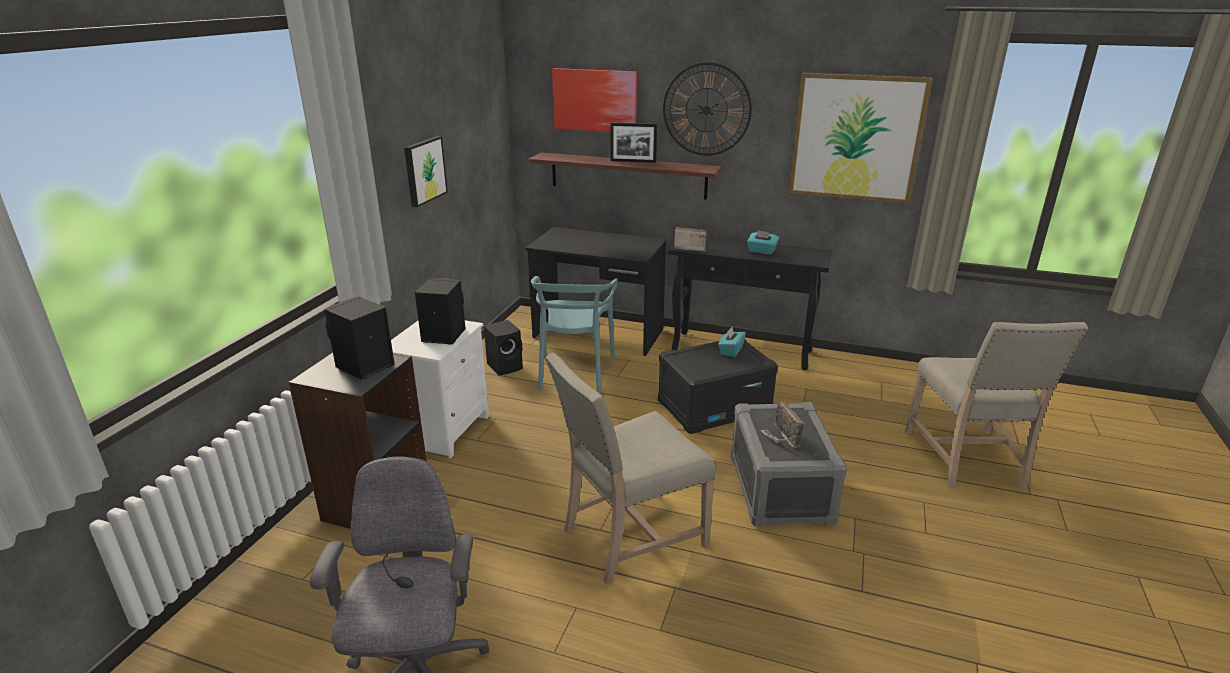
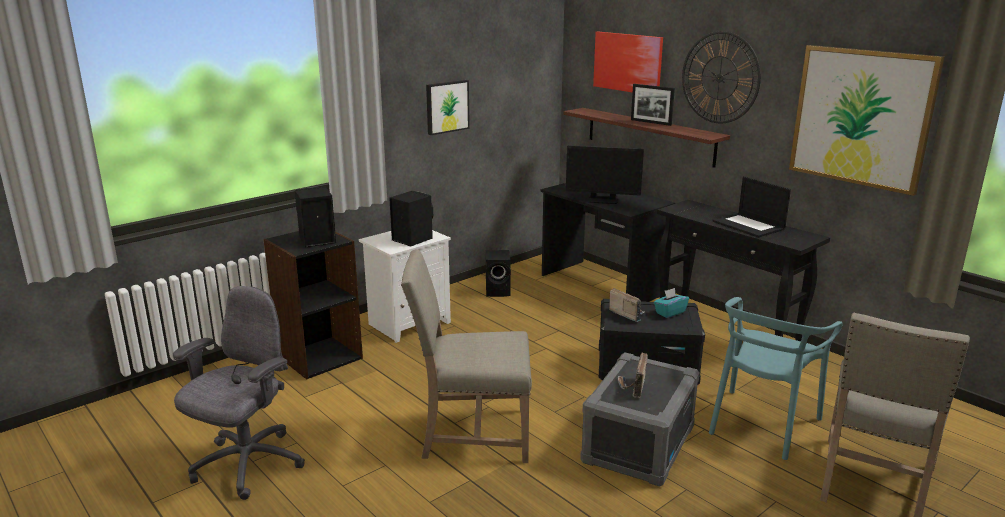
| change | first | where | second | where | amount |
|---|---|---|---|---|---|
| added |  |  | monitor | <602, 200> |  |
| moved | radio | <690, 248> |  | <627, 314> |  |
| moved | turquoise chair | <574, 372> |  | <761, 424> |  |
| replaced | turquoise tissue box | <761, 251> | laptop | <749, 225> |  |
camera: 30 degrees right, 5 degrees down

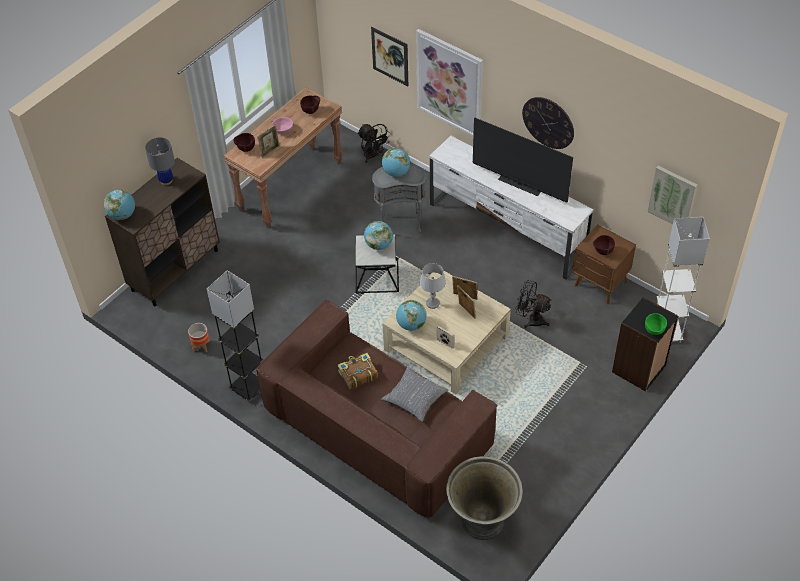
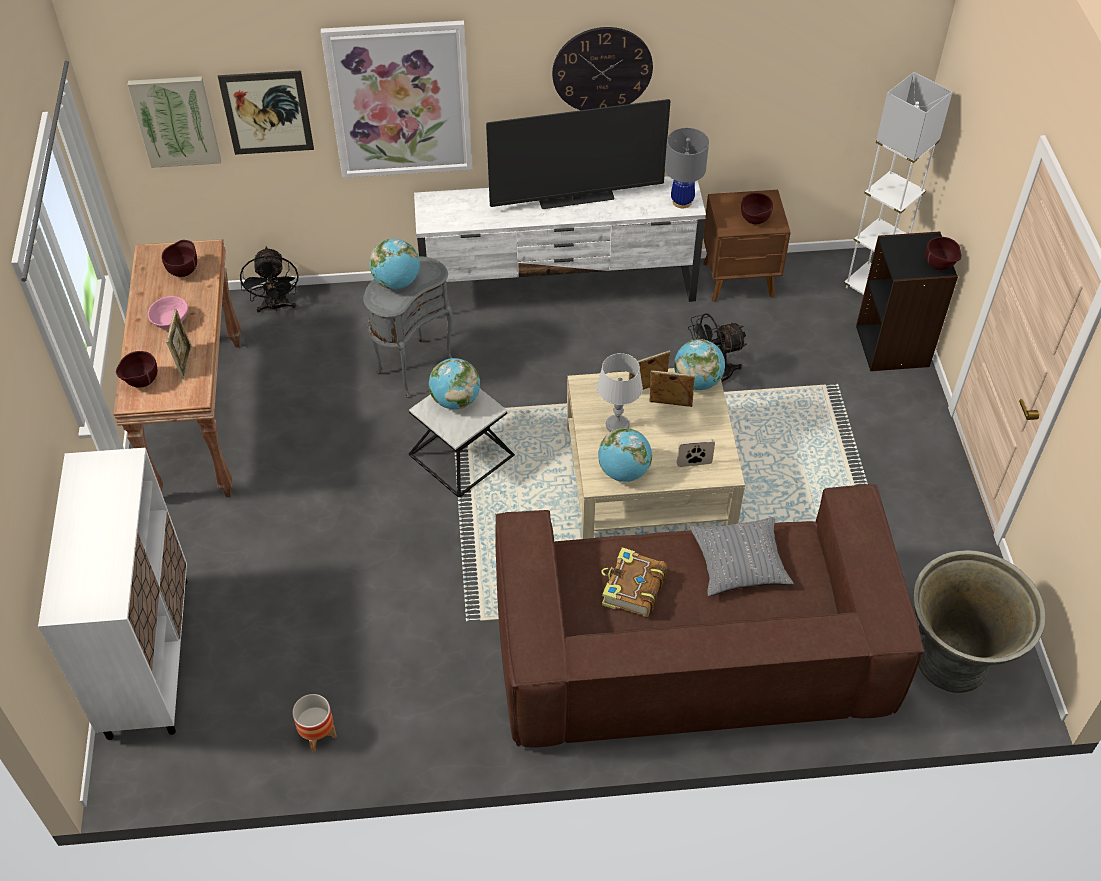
| change | first | where | second | where | amount |
|---|---|---|---|---|---|
| recoloured | brown cabinet | <175, 270> | white cabinet | <148, 655> |  |
| moved | picture | <672, 197> |  | <176, 121> |  |
| turned | black fan | <373, 156> |  | <276, 307> | 75 degrees clockwise |
| moved | grey table lamp | <166, 180> |  | <682, 201> |  |
| moved | globe | <122, 215> |  | <697, 381> |  |
| recoloured | green bowl | <653, 332> | brown bowl | <939, 267> |  |
| removed | grey floor lamp | <249, 388> |  |  |  |
camera: 45 degrees left, 0 degrees up

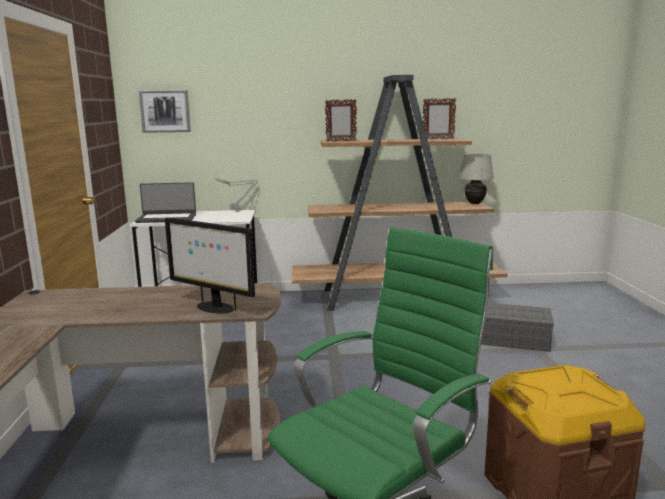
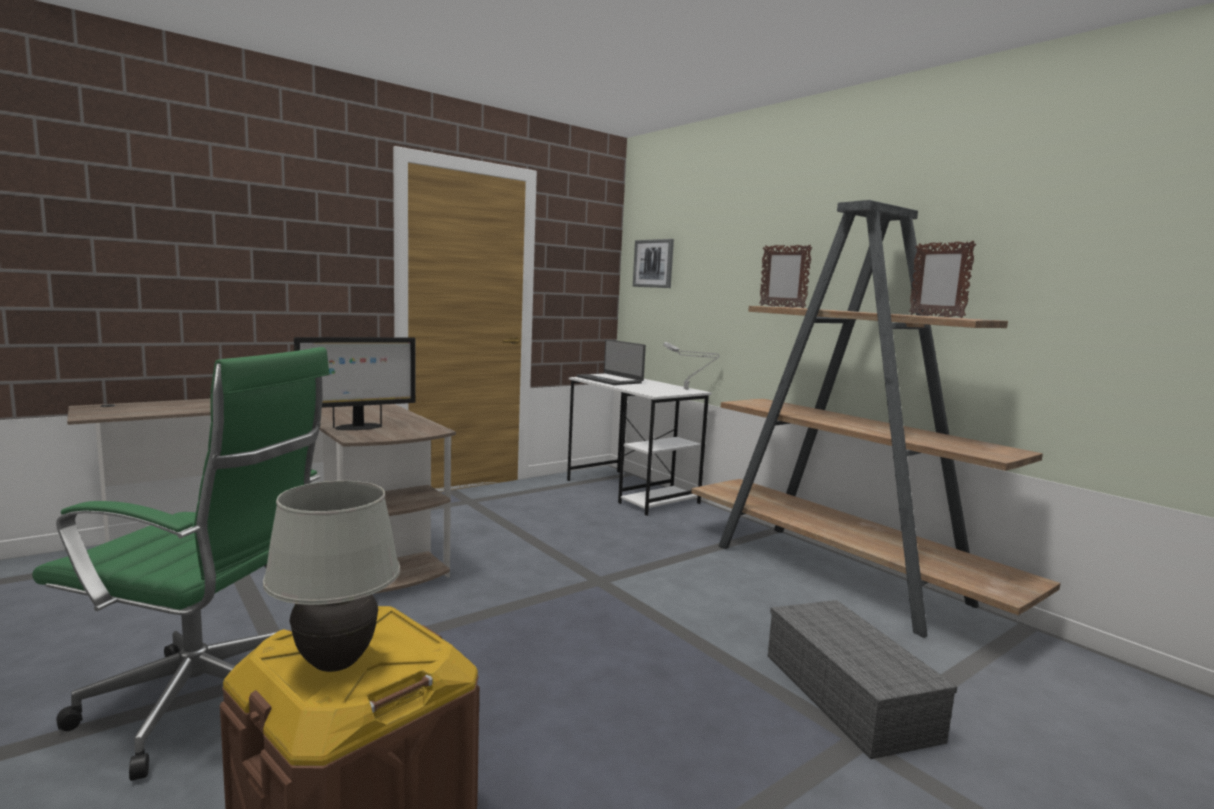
| change | first | where | second | where | amount |
|---|---|---|---|---|---|
| moved | white table lamp | <474, 203> |  | <335, 664> |  |
| turned | monitor | <214, 308> |  | <358, 427> | 120 degrees counterclockwise |
camera: 55 degrees right, 5 degrees down

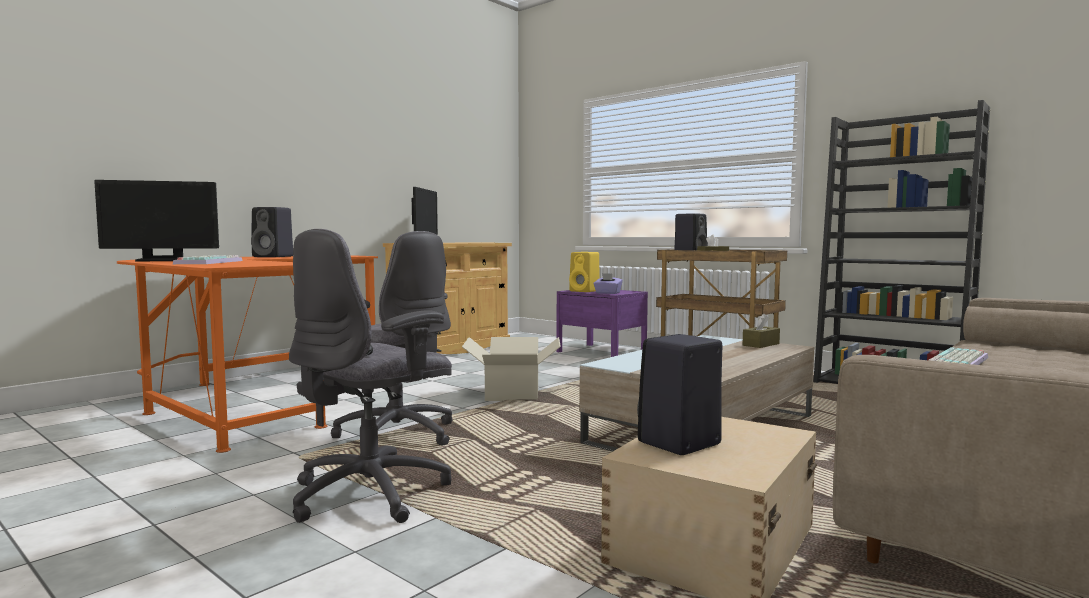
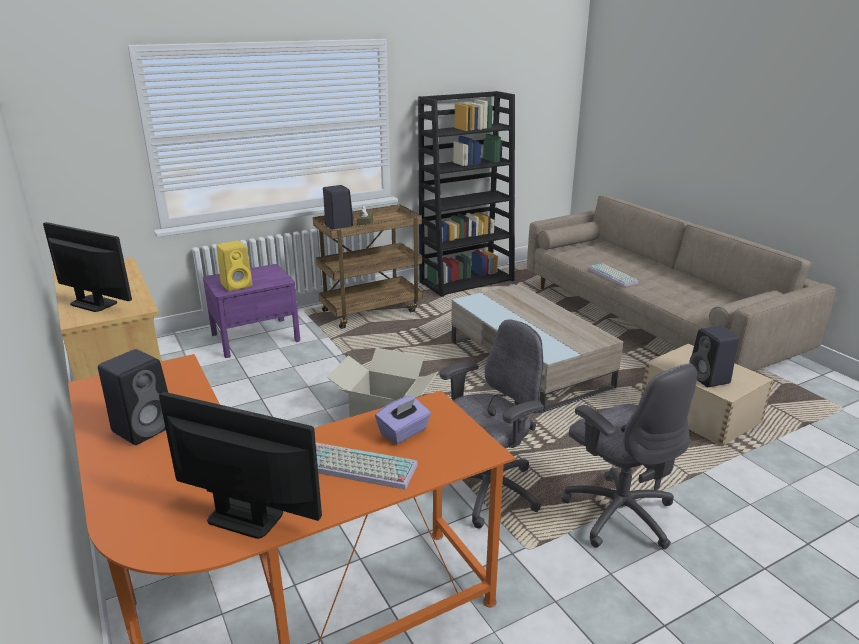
| change | first | where | second | where | amount |
|---|---|---|---|---|---|
| turned | monitor | <162, 260> |  | <245, 517> | 75 degrees counterclockwise |
| moved | purple tissue box | <607, 293> |  | <404, 432> |  |
| removed | brown tissue box | <761, 344> |  |  |  |
camera: 70 degrees left, 20 degrees up

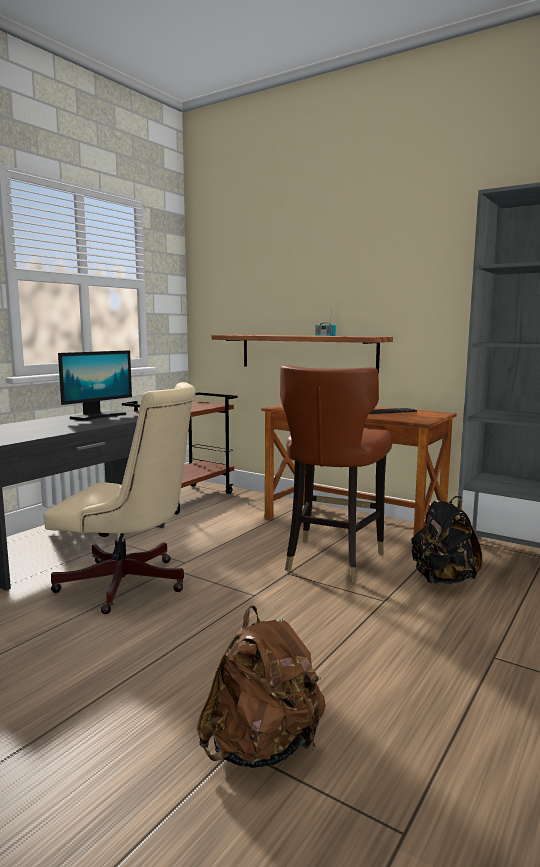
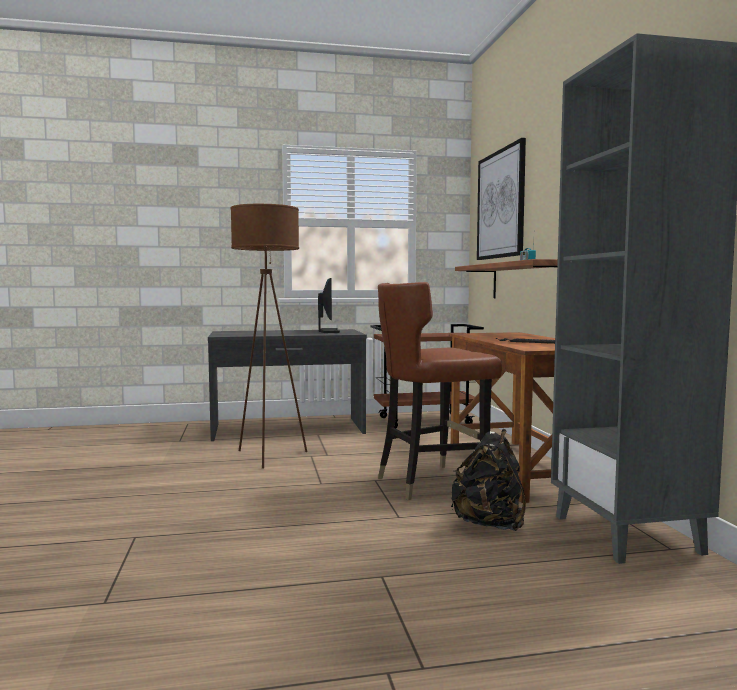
| change | first | where | second | where | amount |
|---|---|---|---|---|---|
| replaced | beige office chair | <130, 585> | brown floor lamp | <269, 456> |  |
| turned | monitor | <98, 416> |  | <328, 331> | 90 degrees counterclockwise |
| added |  |  | picture | <500, 204> |  |
| removed | brown backpack | <262, 747> |  |  |  |
camera: 45 degrees right, 5 degrees down

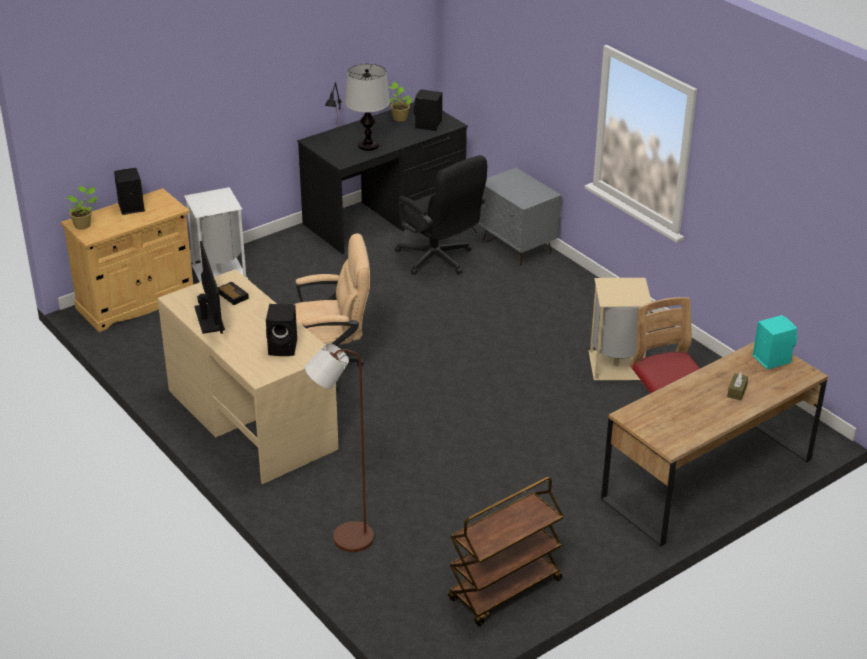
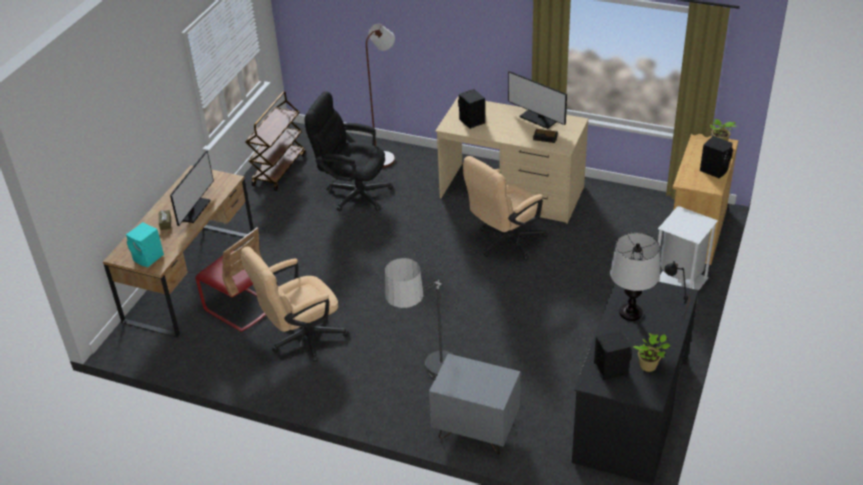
| change | first | where | second | where | amount |
|---|---|---|---|---|---|
| added |  |  | monitor | <194, 210> |  |
| replaced | beige trash can | <617, 366> | beige office chair | <301, 339> |  |
| moved | black office chair | <439, 261> |  | <353, 193> |  |
| added |  |  | floor lamp | <428, 383> |  |
camera: 150 degrees right, 5 degrees up

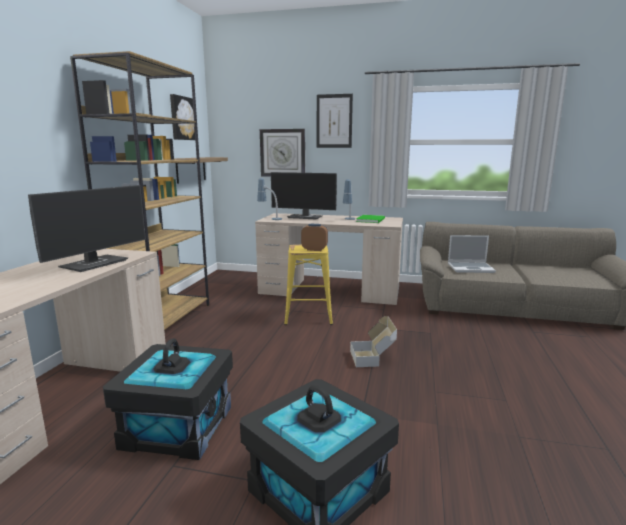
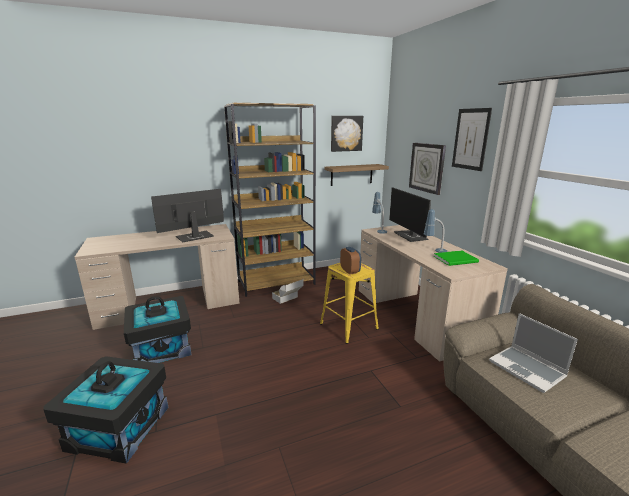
| change | first | where | second | where | amount |
|---|---|---|---|---|---|
| turned | monitor | <95, 263> |  | <194, 237> | 150 degrees clockwise |
| moved | cardboard box | <373, 358> |  | <288, 300> |  |
camera: 55 degrees right, 5 degrees up

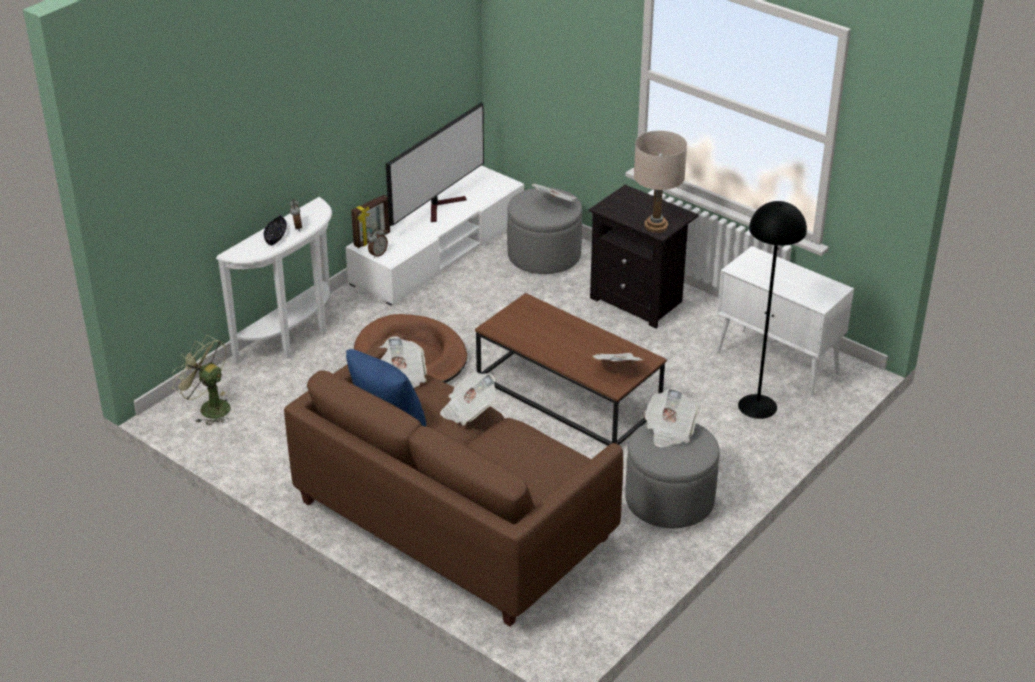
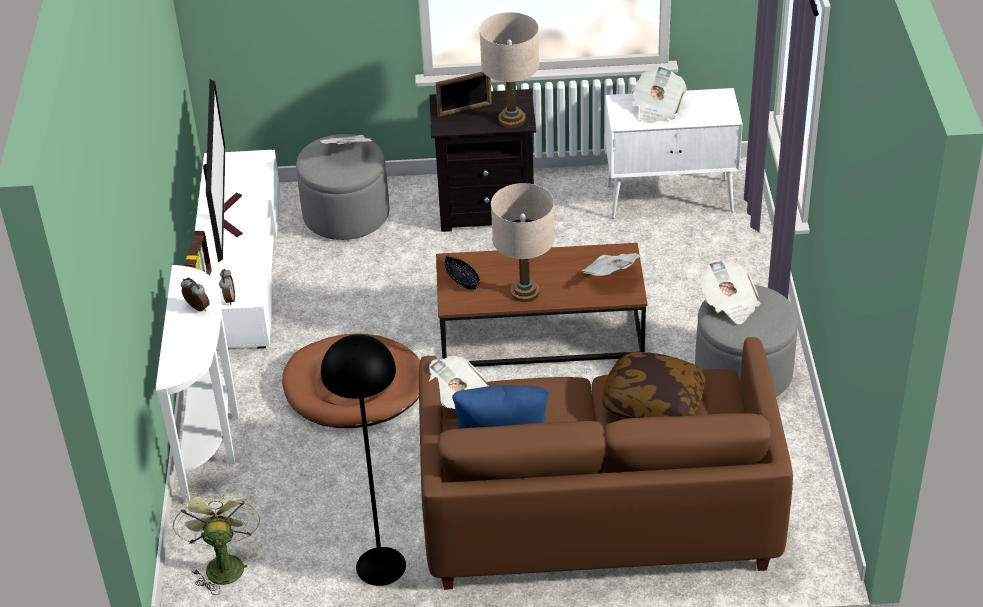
| change | first | where | second | where | amount |
|---|---|---|---|---|---|
| turned | green fan | <208, 408> |  | <222, 563> | 90 degrees clockwise |
| moved | black floor lamp | <758, 406> |  | <381, 566> |  |
| added |  |  | picture frame | <465, 110> |  |
| moved | black bowl | <275, 235> |  | <461, 278> |  |
| added |  |  | beige table lamp | <525, 292> |  |
| added |  |  | pillow | <653, 402> |  |
| moved | newspaper | <468, 410> |  | <657, 108> |  |
camera: 40 degrees left, 5 degrees up

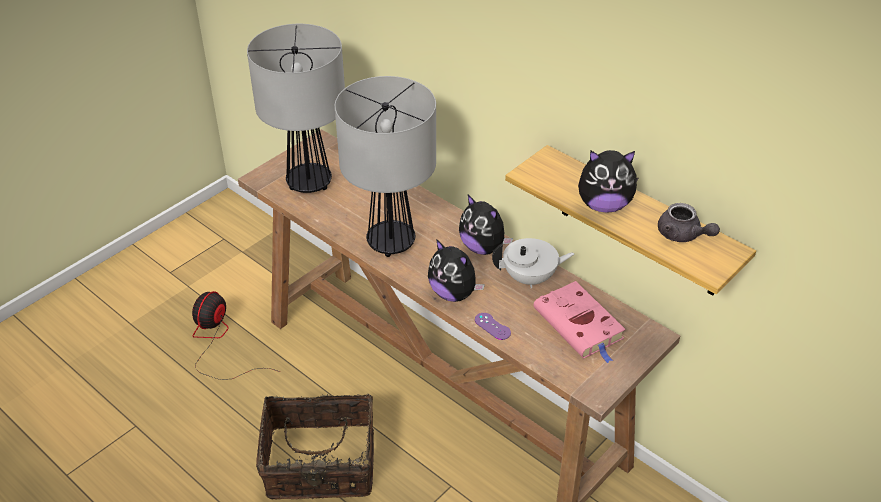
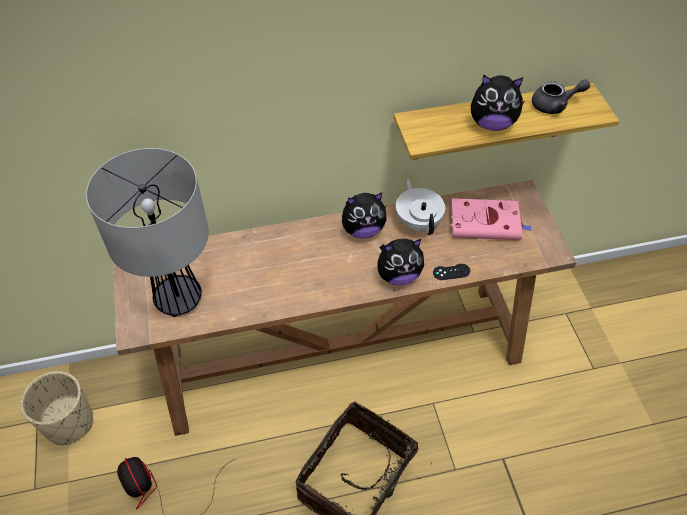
| change | first | where | second | where | amount |
|---|---|---|---|---|---|
| added |  |  | beige planter | <69, 422> |  |
| turned | white teapot | <530, 278> |  | <418, 222> | 45 degrees counterclockwise |
| recoloured | purple game controller | <492, 326> | black game controller | <451, 272> |  |
| turned | plush toy | <604, 205> |  | <492, 123> | 60 degrees clockwise |
| removed | table lamp | <391, 243> |  |  |  |
camera: 55 degrees left, 10 degrees up

